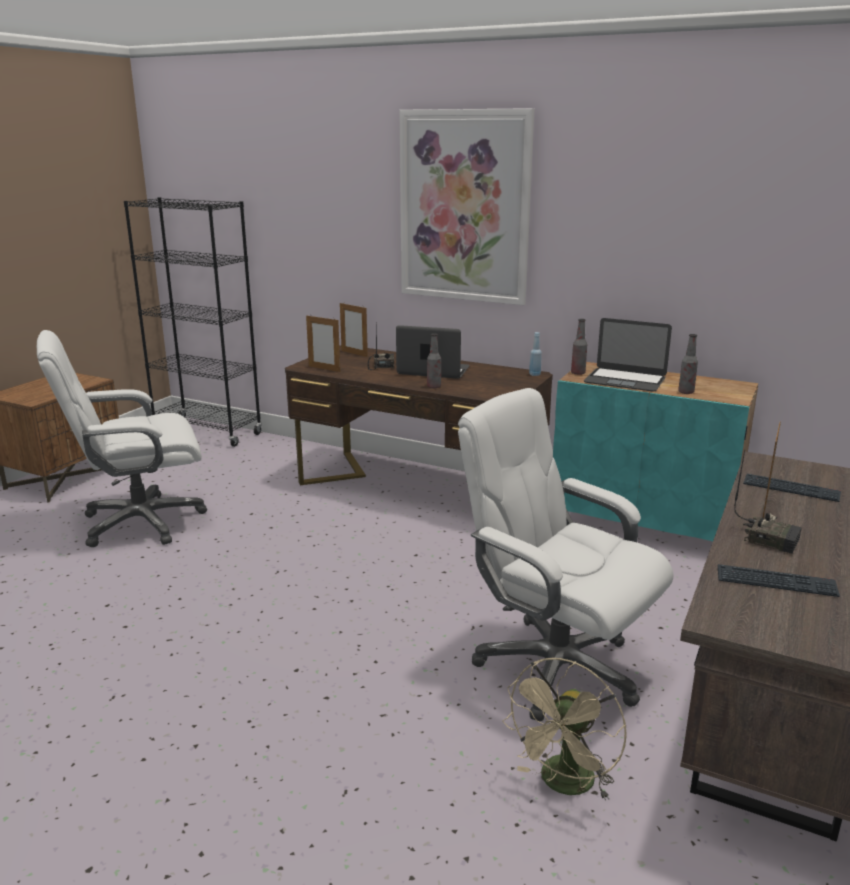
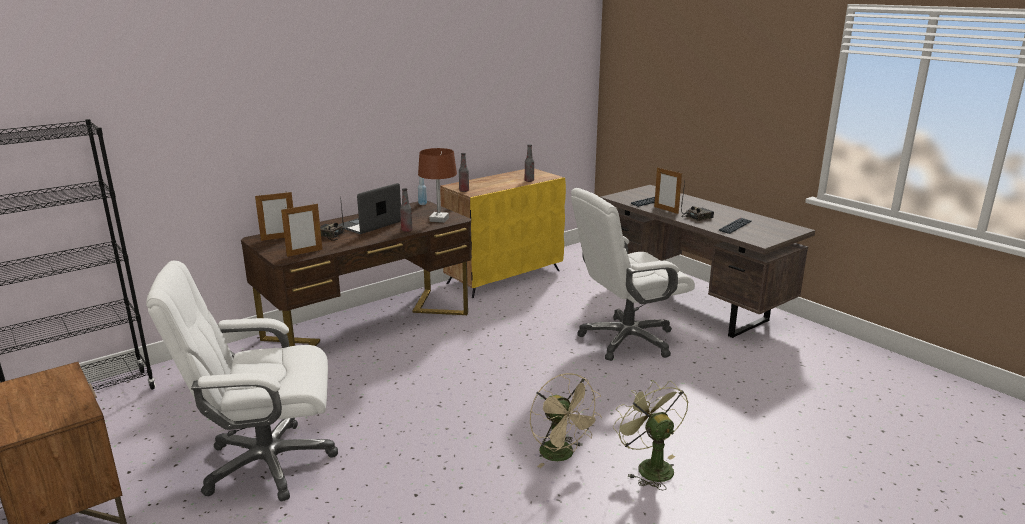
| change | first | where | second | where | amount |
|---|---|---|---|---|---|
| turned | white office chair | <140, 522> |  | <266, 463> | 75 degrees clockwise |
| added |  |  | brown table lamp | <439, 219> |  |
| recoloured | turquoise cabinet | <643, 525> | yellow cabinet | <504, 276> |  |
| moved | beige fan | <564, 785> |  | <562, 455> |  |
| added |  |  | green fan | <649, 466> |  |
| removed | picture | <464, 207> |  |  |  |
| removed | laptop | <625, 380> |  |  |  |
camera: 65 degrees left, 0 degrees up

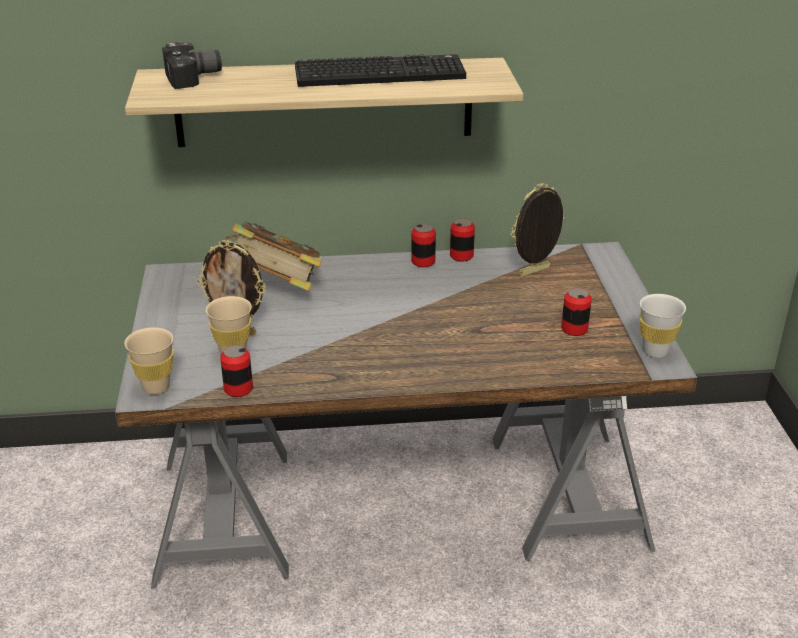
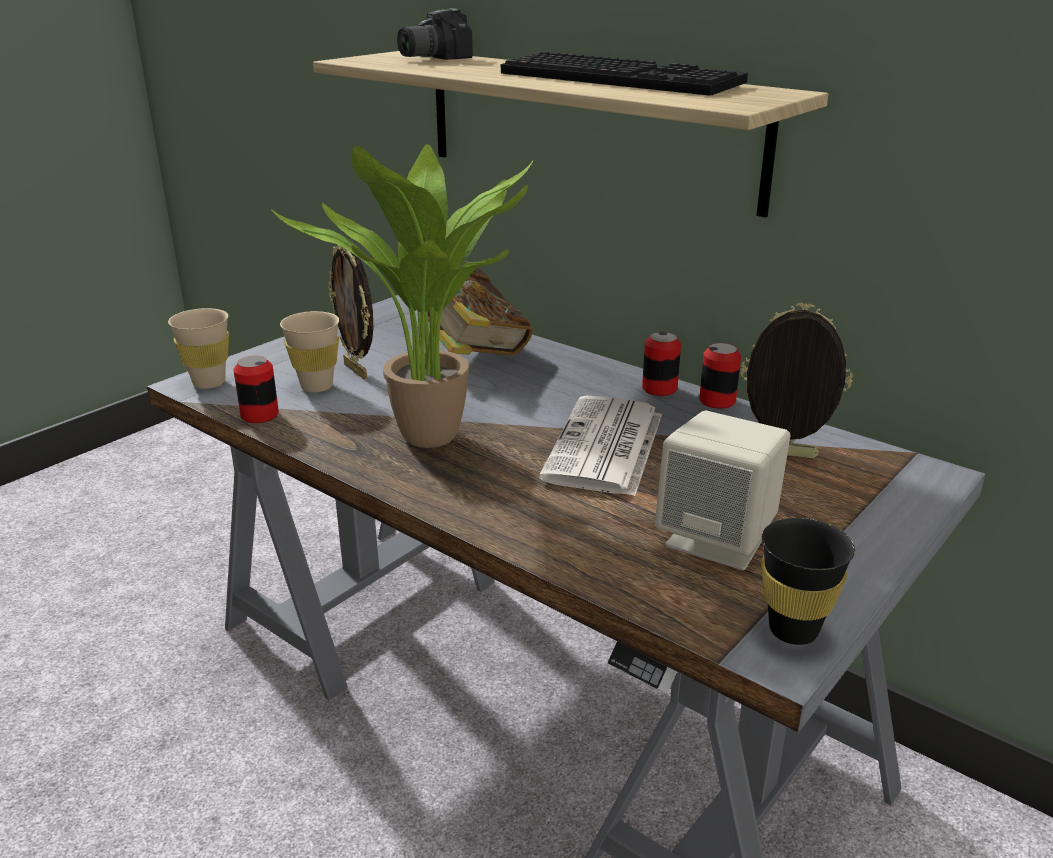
| change | first | where | second | where | amount |
|---|---|---|---|---|---|
| added |  |  | potted plant | <438, 440> |  |
| turned | photo camera | <195, 79> |  | <430, 58> | 120 degrees clockwise |
| added |  |  | newspaper | <605, 447> |  |
| replaced | can | <574, 329> | beige speaker | <718, 540> |  |
| recoloured | white cup | <655, 351> | black cup | <793, 630> |  |
camera: 45 degrees right, 5 degrees down

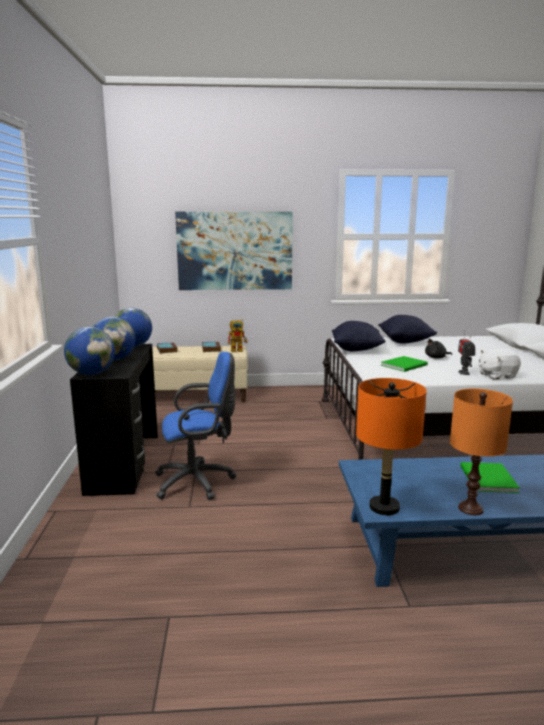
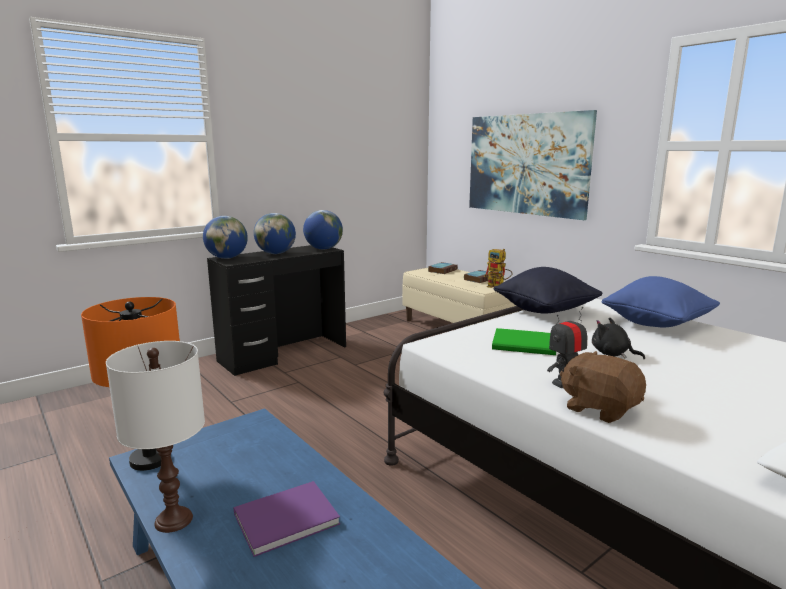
| change | first | where | second | where | amount |
|---|---|---|---|---|---|
| recoloured | orange table lamp | <470, 508> | white table lamp | <174, 519> |  |
| recoloured | green book | <487, 480> | purple book | <282, 518> |  |
| recoloured | white plush toy | <496, 375> | brown plush toy | <599, 408> |  |
| recoloured | black pillow | <405, 342> | blue pillow | <657, 324> |  |
| removed | blue office chair | <198, 482> |  |  |  |
camera: 55 degrees right, 0 degrees up

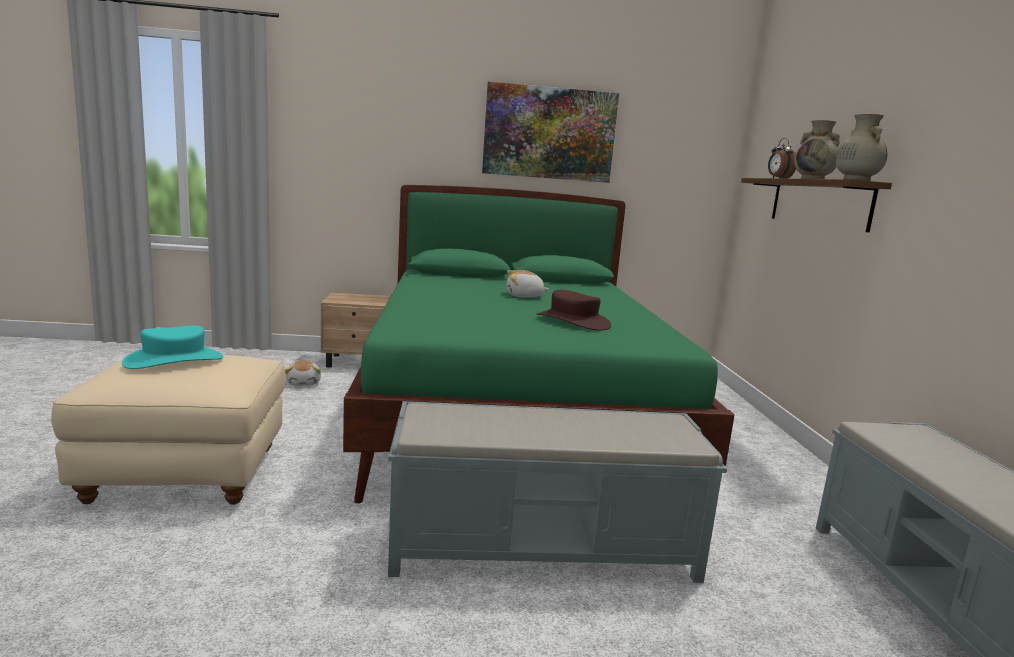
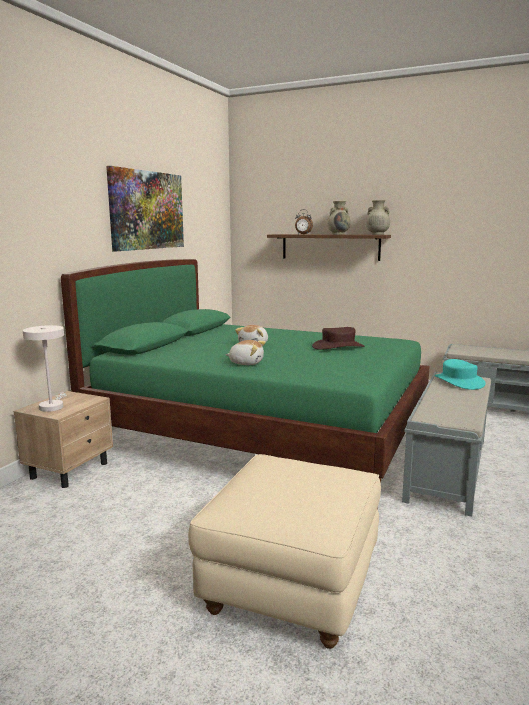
| change | first | where | second | where | amount |
|---|---|---|---|---|---|
| added |  |  | white table lamp | <52, 406> |  |
| moved | plush toy | <304, 383> |  | <246, 363> |  |
| moved | turquoise hat | <174, 360> |  | <458, 381> |  |
camera: 60 degrees left, 0 degrees up

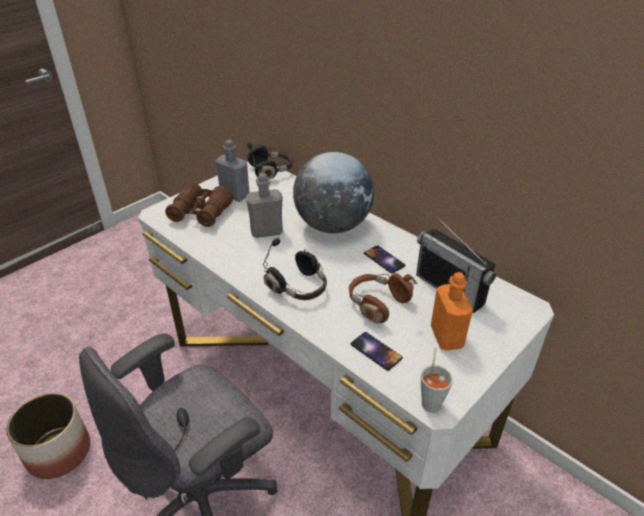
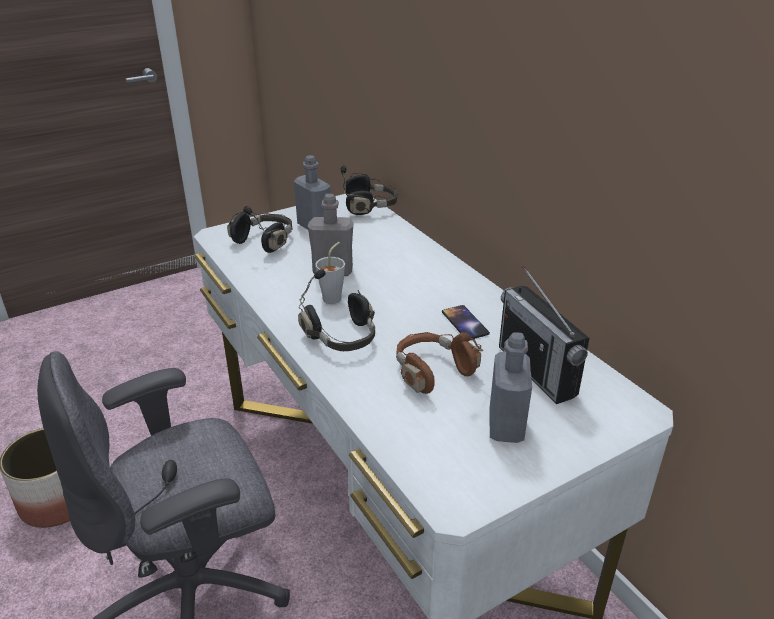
| change | first | where | second | where | amount |
|---|---|---|---|---|---|
| replaced | brown binoculars | <200, 213> | black headphones | <265, 241> |  |
| moved | grey cup | <431, 400> |  | <334, 297> |  |
| recoloured | orange bottle | <446, 337> | grey bottle | <506, 426> |  |
| removed | globe | <333, 225> |  |  |  |
| removed | phone | <376, 351> |  |  |  |
camera: 15 degrees right, 5 degrees down

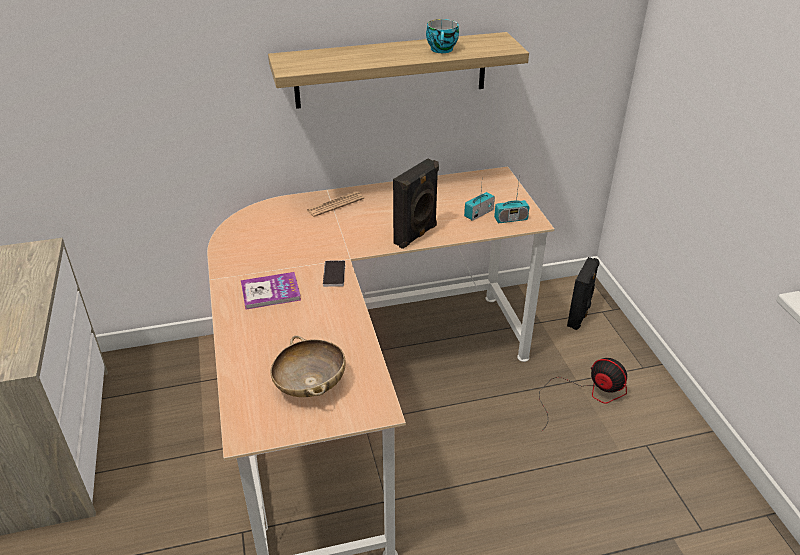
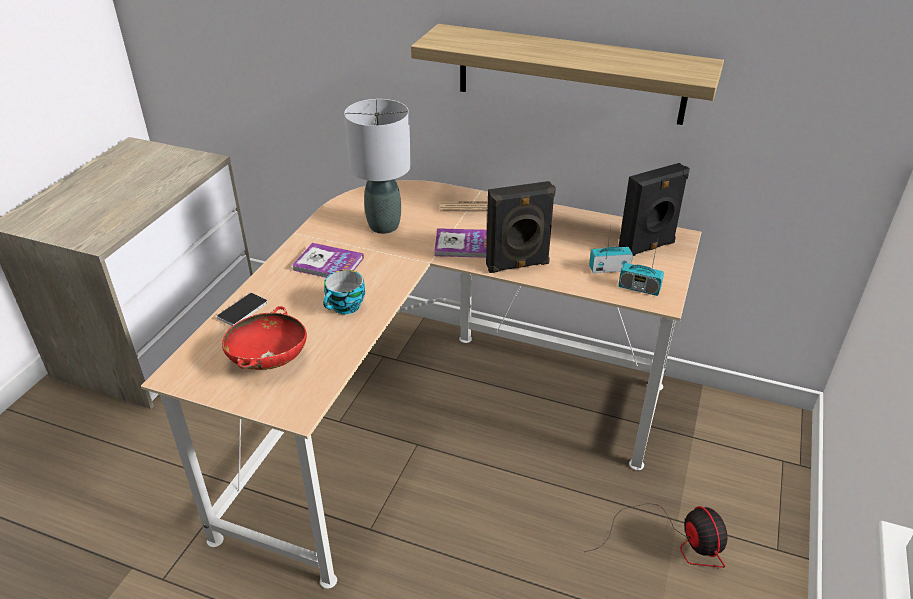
| change | first | where | second | where | amount |
|---|---|---|---|---|---|
| moved | phone | <334, 274> |  | <242, 310> |  |
| recoloured | beige bowl | <310, 385> | red bowl | <268, 360> |  |
| moved | cup | <442, 50> |  | <345, 307> |  |
| added |  |  | grey table lamp | <383, 226> |  |
| added |  |  | book | <463, 245> |  |
| moved | black speaker | <579, 316> |  | <647, 248> |  |
camera: 35 degrees right, 0 degrees up

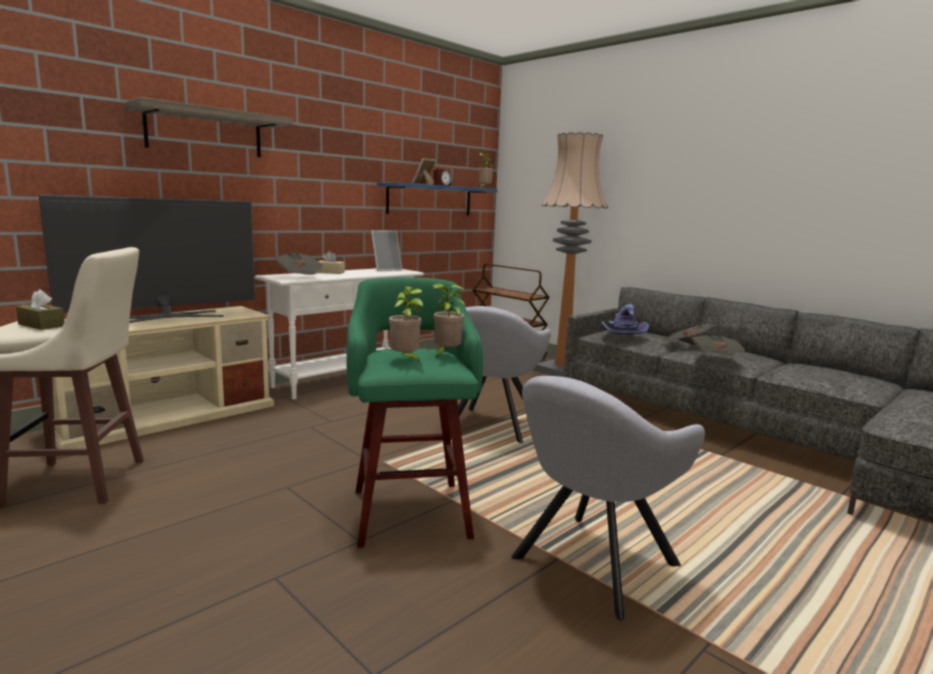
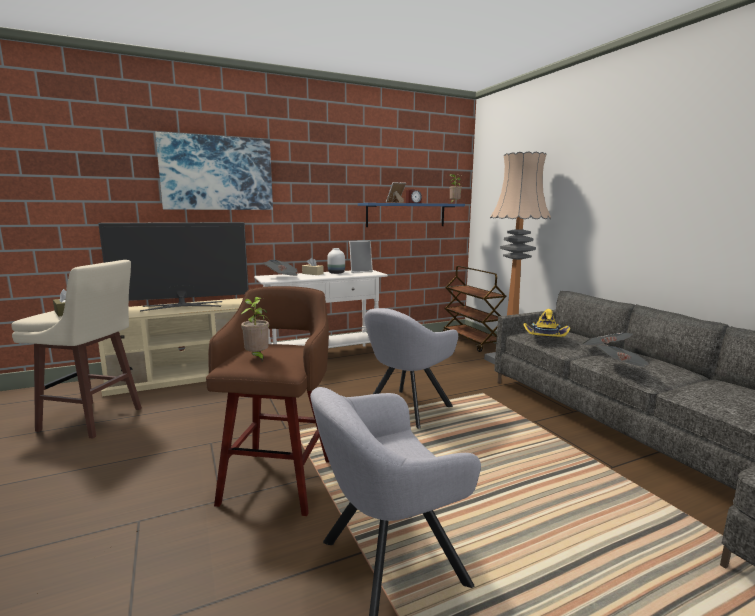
| change | first | where | second | where | amount |
|---|---|---|---|---|---|
| replaced | shelf | <205, 132> | picture | <217, 173> |  |
| recoloured | green stool | <410, 510> | brown stool | <279, 479> |  |
| added |  |  | white vase | <336, 273> |  |
| recoloured | purple hat | <621, 336> | yellow hat | <544, 338> |  |
| removed | potted plant | <446, 354> |  |  |  |
camera: 20 degrees right, 0 degrees up

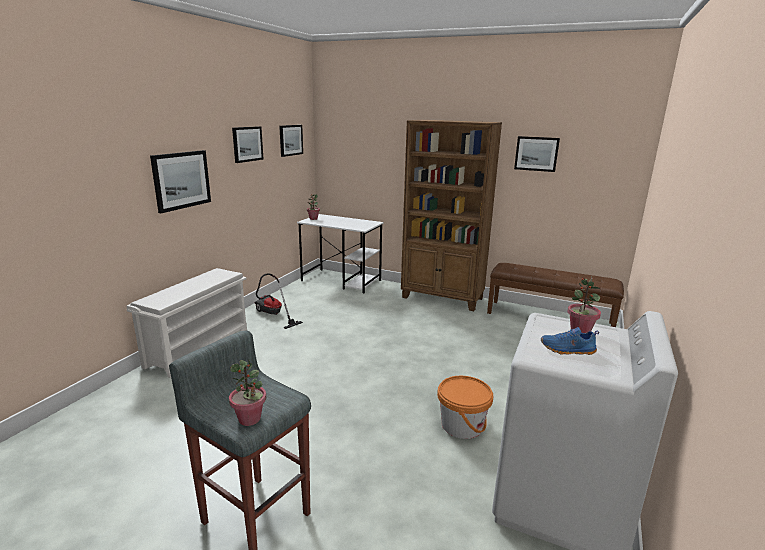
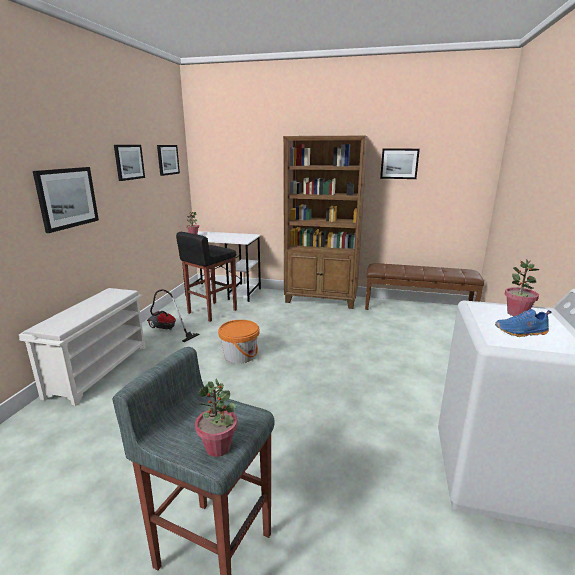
| change | first | where | second | where | amount |
|---|---|---|---|---|---|
| added |  |  | black stool | <211, 311> |  |
| moved | orange bucket | <462, 425> |  | <240, 355> |  |
camera: 10 degrees left, 0 degrees up

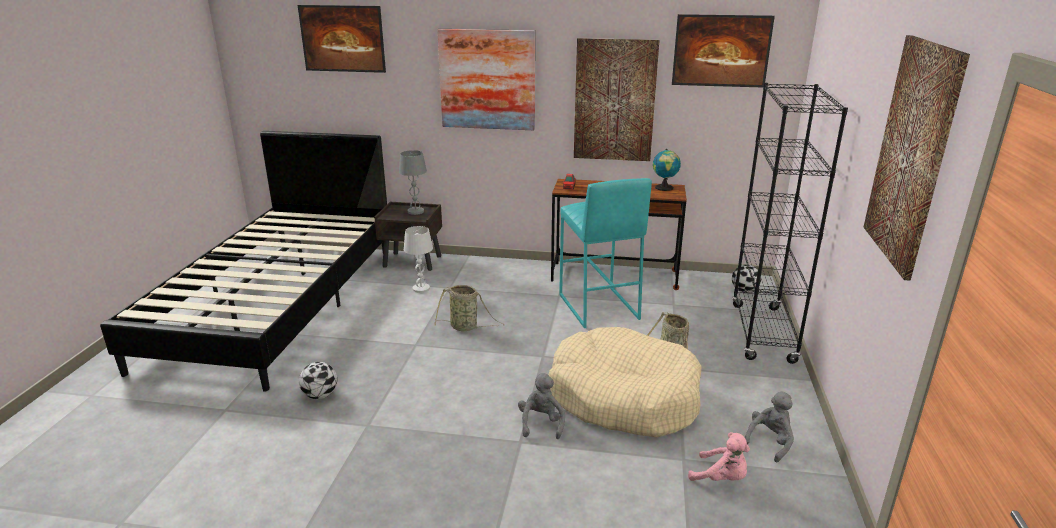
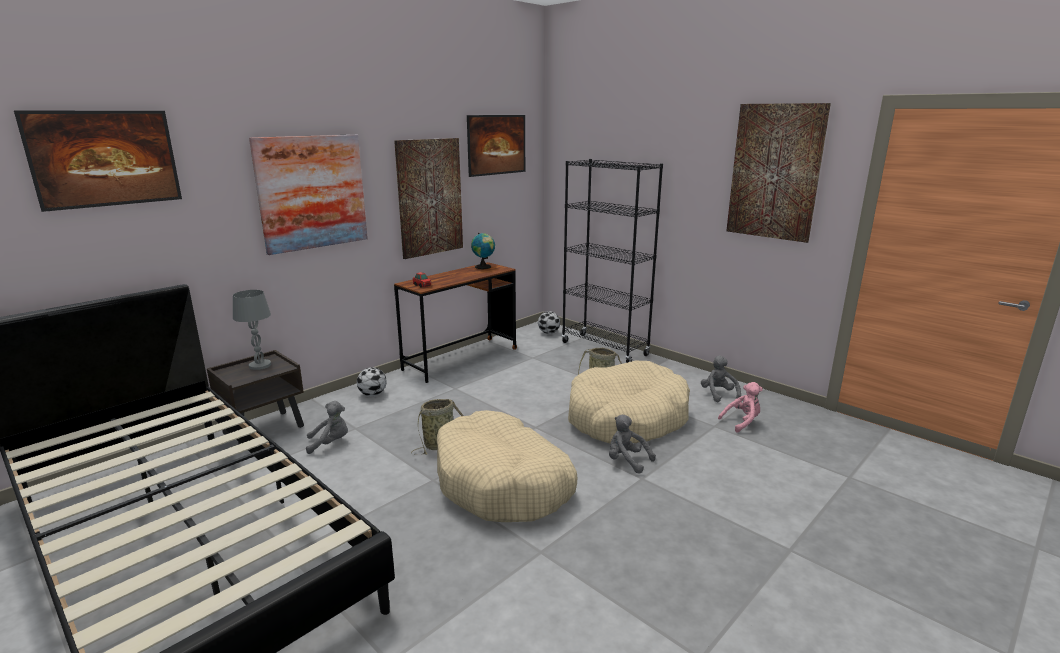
| change | first | where | second | where | amount |
|---|---|---|---|---|---|
| replaced | white table lamp | <421, 289> | grey plush toy | <330, 443> |  |
| moved | football | <320, 395> |  | <373, 394> |  |
| added |  |  | beige dog bed | <503, 483> |  |
| removed | turquoise stool | <598, 307> |  |  |  |
camera: 55 degrees left, 5 degrees down

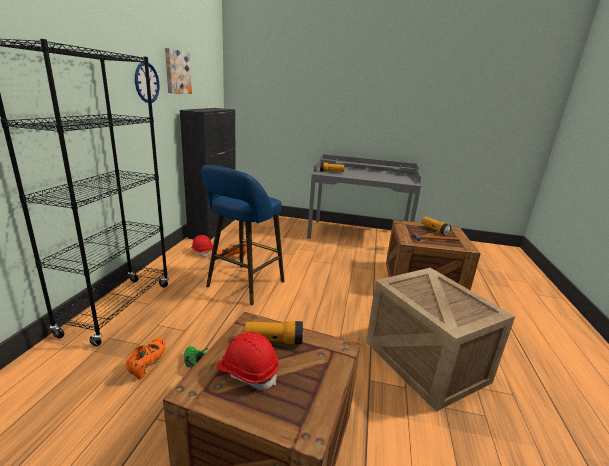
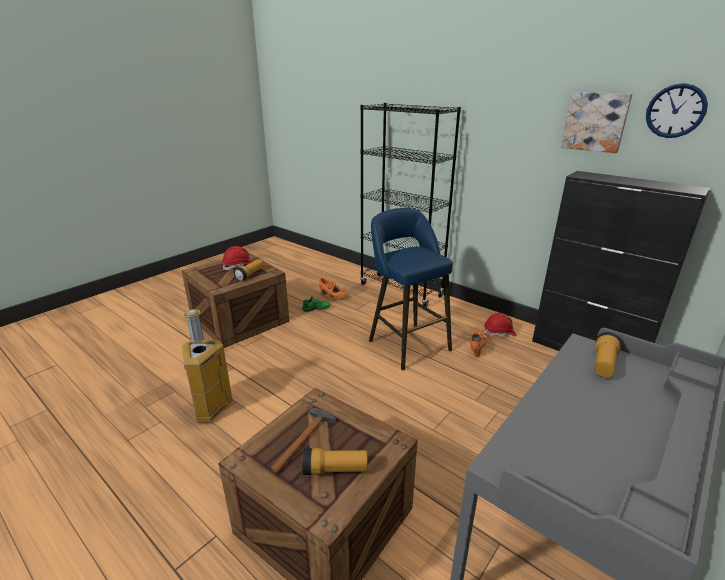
| change | first | where | second | where | amount |
|---|---|---|---|---|---|
| replaced | crate | <427, 362> | trash can | <210, 409> |  |
| moved | wall clock | <147, 82> |  | <675, 111> |  |
camera: 120 degrees right, 5 degrees up

